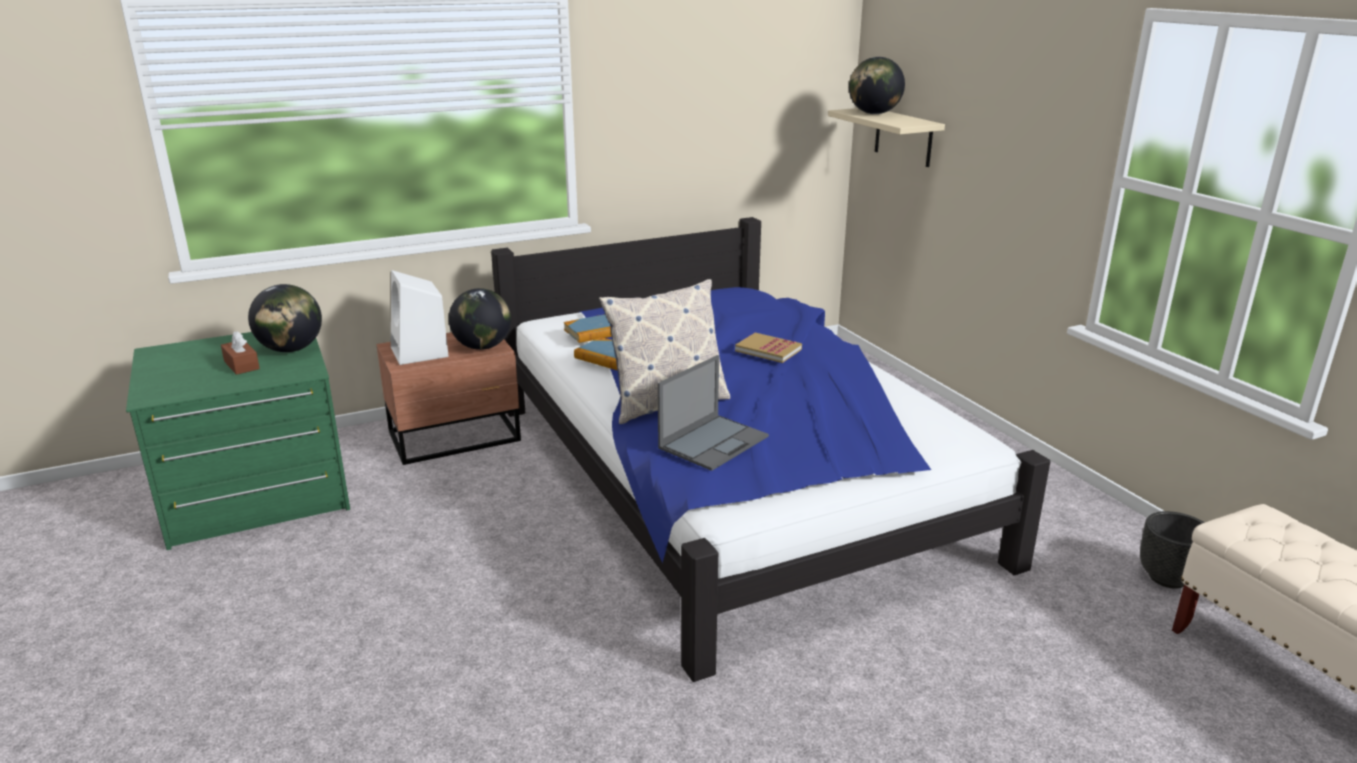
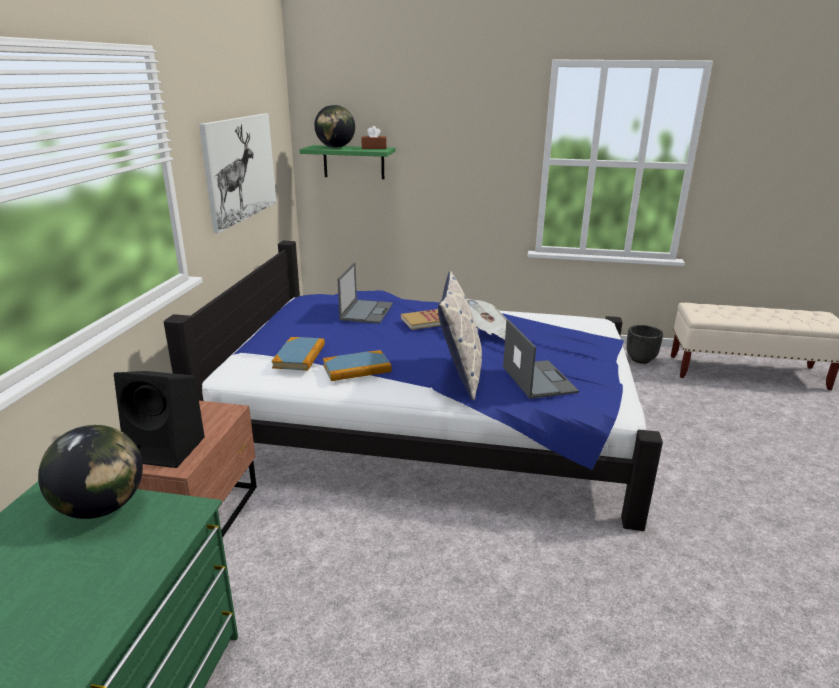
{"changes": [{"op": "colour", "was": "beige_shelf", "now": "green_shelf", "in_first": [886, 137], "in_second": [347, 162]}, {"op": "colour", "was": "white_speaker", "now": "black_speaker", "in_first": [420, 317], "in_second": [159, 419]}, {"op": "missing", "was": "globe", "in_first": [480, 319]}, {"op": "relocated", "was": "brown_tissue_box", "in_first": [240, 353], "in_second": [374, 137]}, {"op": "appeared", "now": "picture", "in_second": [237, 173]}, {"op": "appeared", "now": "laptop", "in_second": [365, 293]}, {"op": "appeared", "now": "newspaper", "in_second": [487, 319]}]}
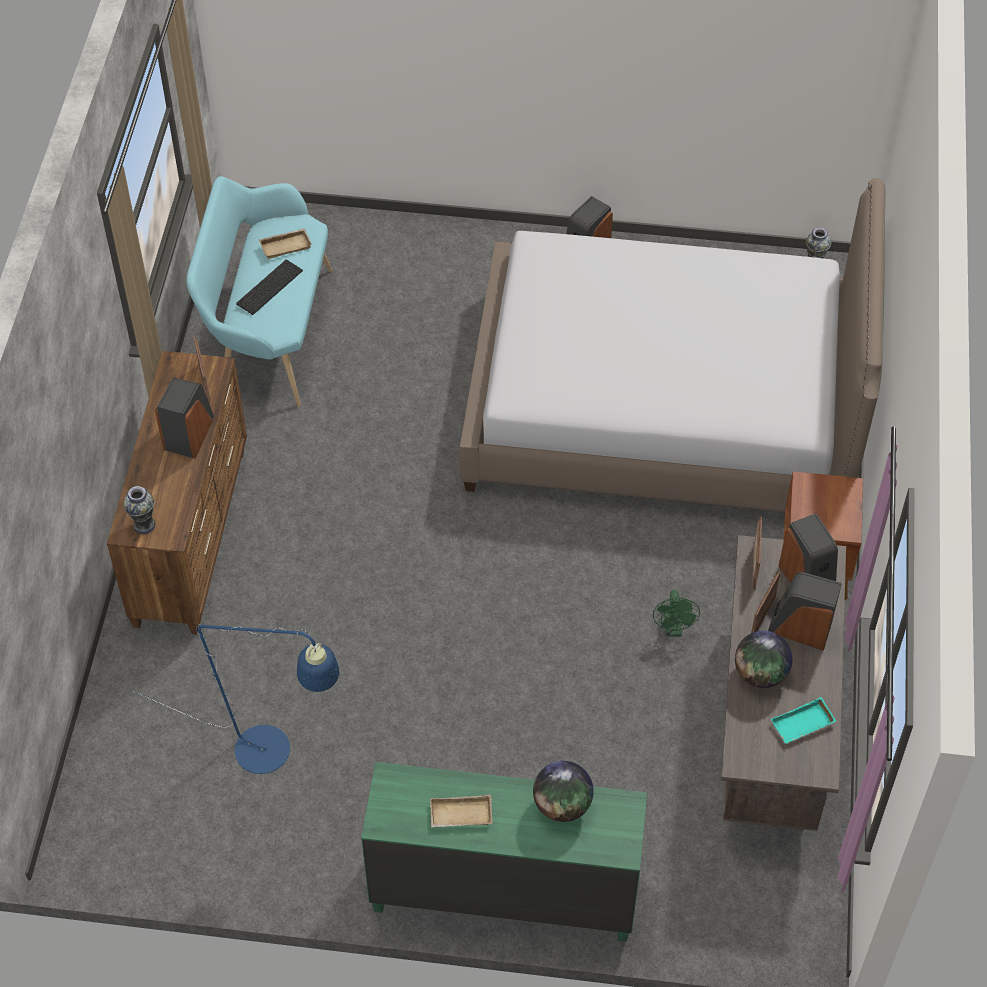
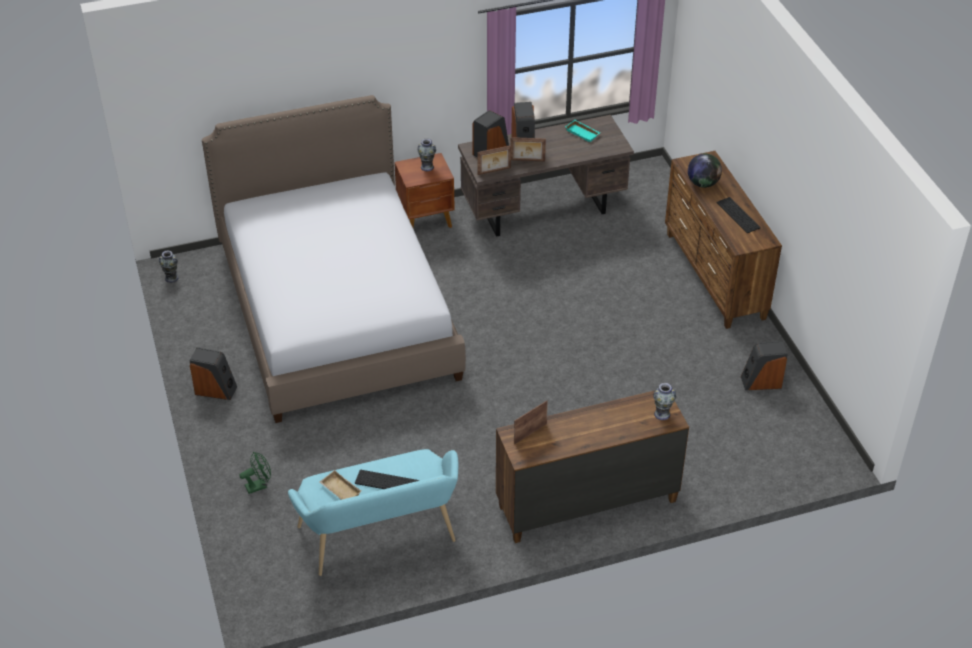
{"changes": [{"op": "relocated", "was": "speaker", "in_first": [184, 418], "in_second": [764, 365]}, {"op": "relocated", "was": "green_fan", "in_first": [676, 613], "in_second": [255, 472]}, {"op": "missing", "was": "blue_floor_lamp", "in_first": [235, 699]}, {"op": "missing", "was": "globe", "in_first": [763, 659]}, {"op": "colour", "was": "green_dresser", "now": "brown_dresser", "in_first": [504, 851], "in_second": [723, 240]}, {"op": "exchanged", "was": "beige_tray", "now": "keyboard", "in_first": [461, 811], "in_second": [739, 215]}, {"op": "appeared", "now": "vase", "in_second": [427, 155]}]}
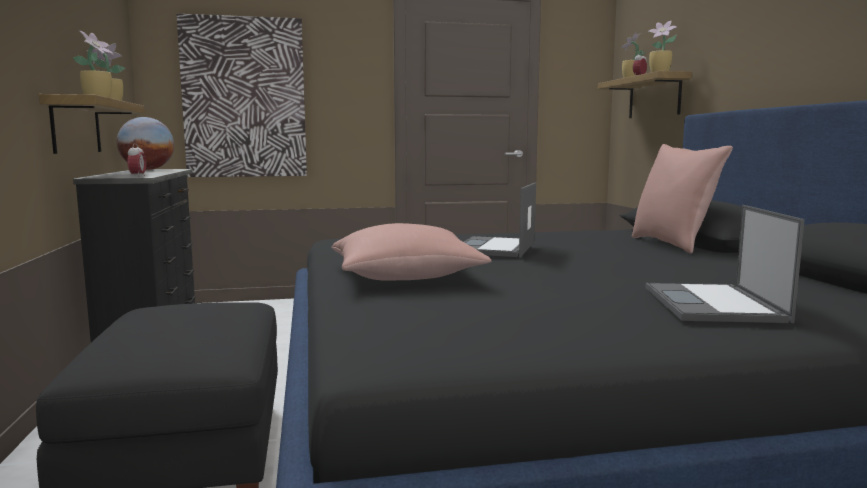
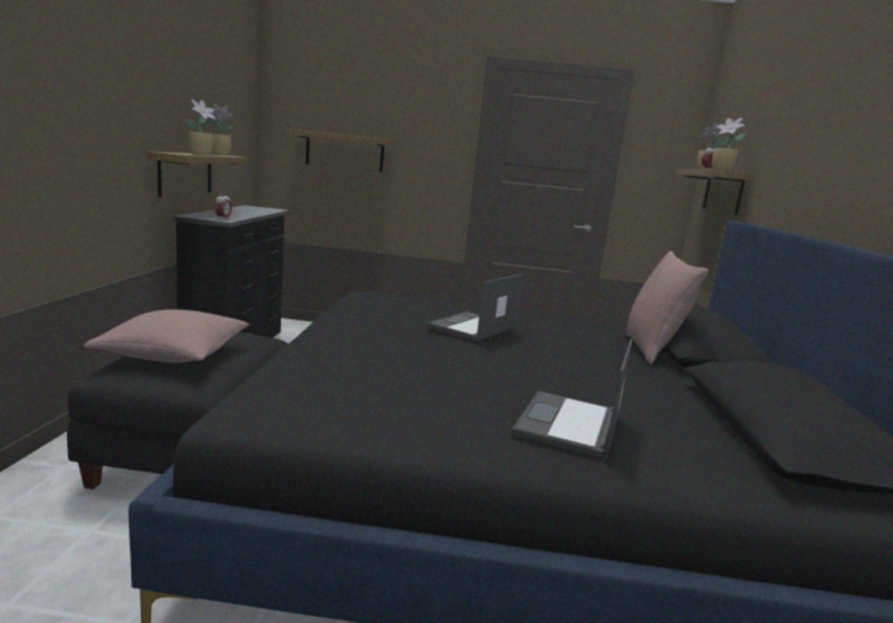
{"changes": [{"op": "exchanged", "was": "picture", "now": "shelf", "in_first": [241, 95], "in_second": [341, 150]}, {"op": "missing", "was": "globe", "in_first": [145, 143]}, {"op": "relocated", "was": "pink_pillow", "in_first": [411, 252], "in_second": [167, 336]}]}
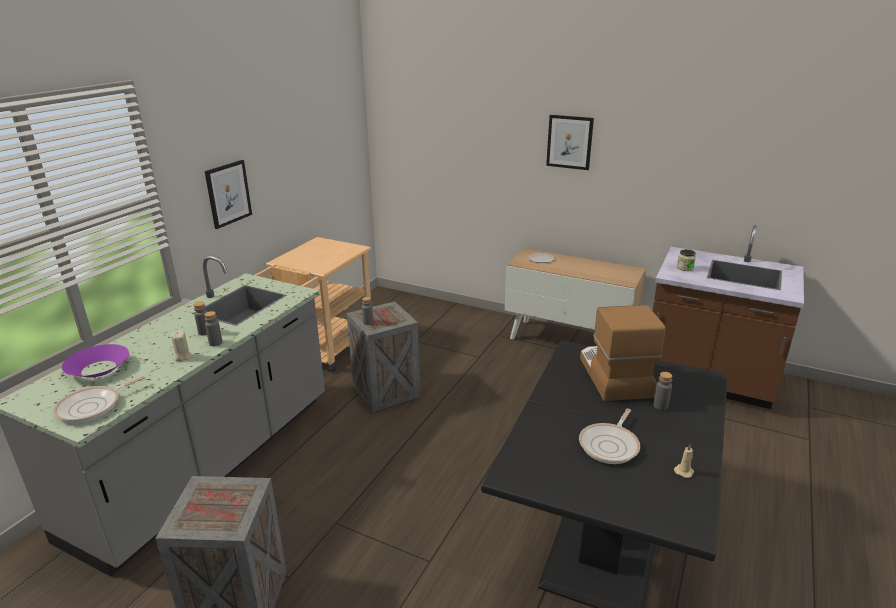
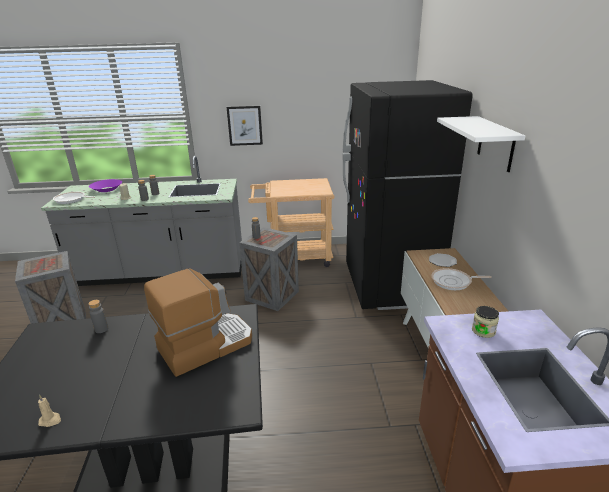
{"changes": [{"op": "exchanged", "was": "picture", "now": "white_shelf", "in_first": [570, 142], "in_second": [481, 144]}, {"op": "relocated", "was": "grey_bottle", "in_first": [662, 391], "in_second": [98, 316]}, {"op": "relocated", "was": "frying_pan", "in_first": [609, 436], "in_second": [461, 279]}, {"op": "appeared", "now": "black_fridge", "in_second": [407, 195]}]}
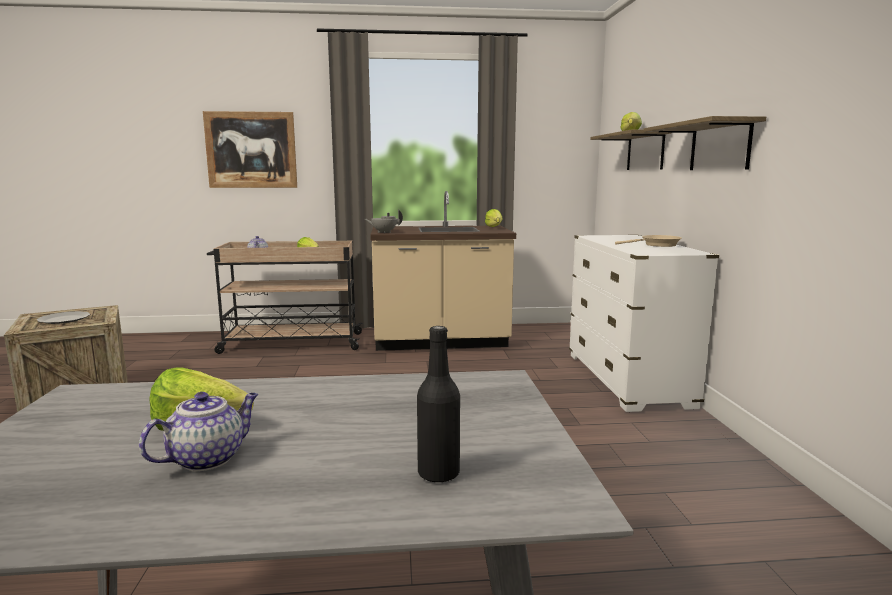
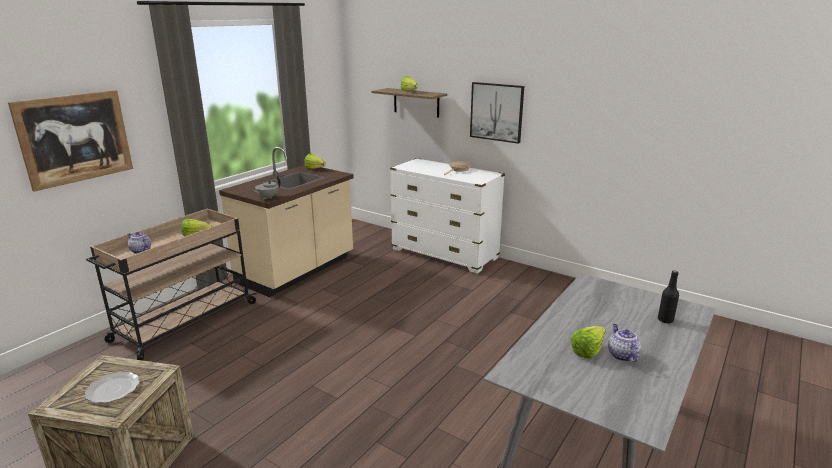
{"changes": [{"op": "exchanged", "was": "shelf", "now": "picture", "in_first": [704, 143], "in_second": [497, 113]}]}
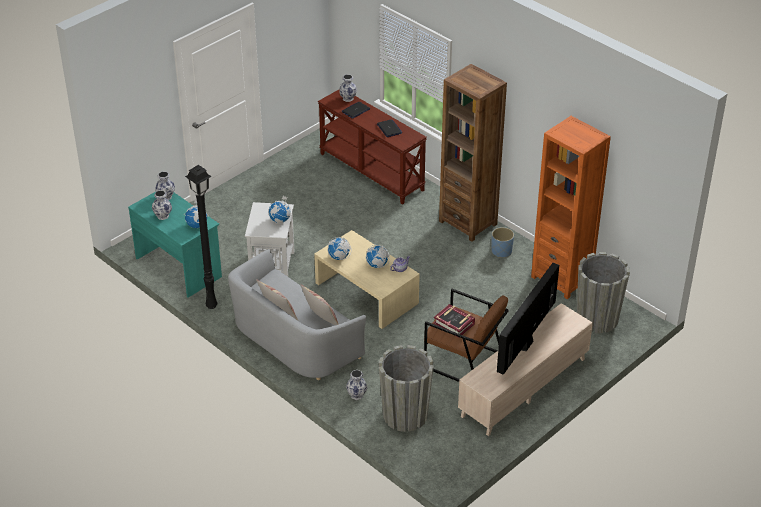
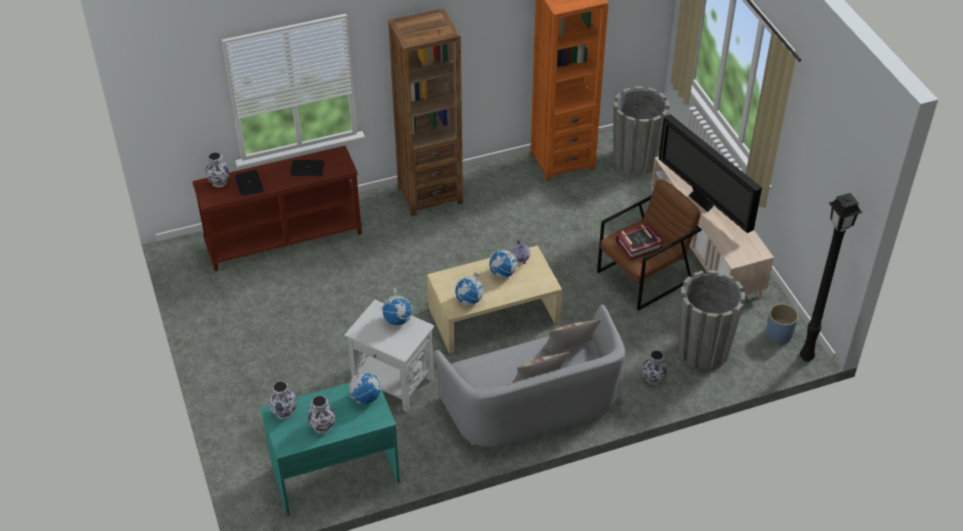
{"changes": [{"op": "relocated", "was": "black_floor_lamp", "in_first": [201, 237], "in_second": [831, 277]}, {"op": "relocated", "was": "blue_planter", "in_first": [503, 242], "in_second": [782, 323]}]}
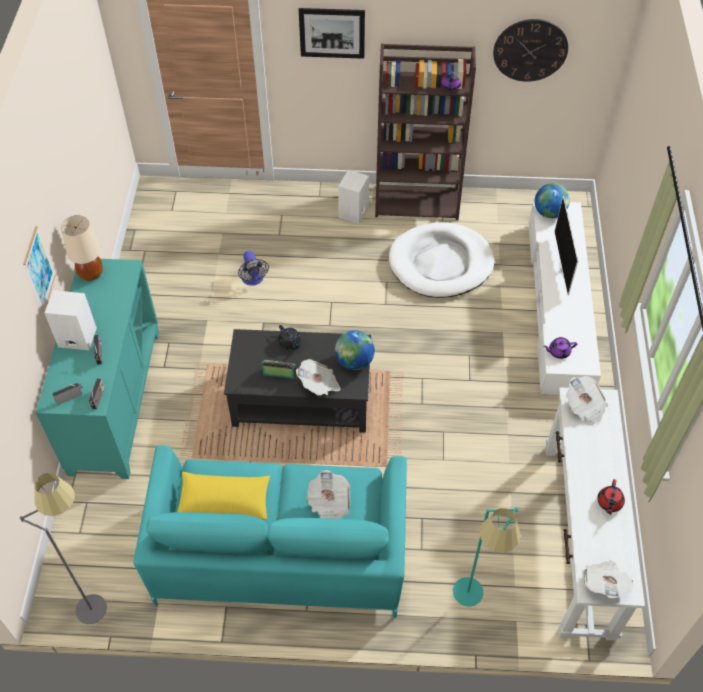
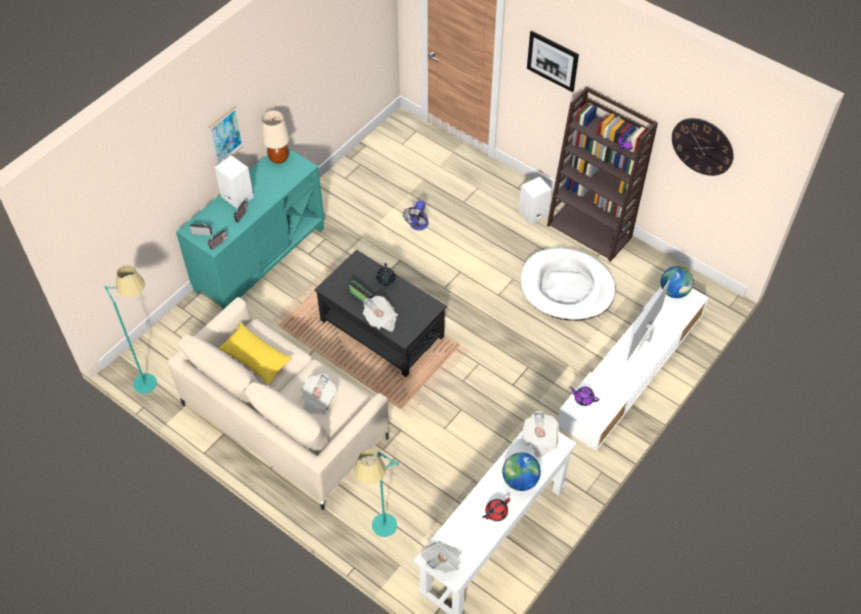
{"changes": [{"op": "relocated", "was": "globe", "in_first": [355, 350], "in_second": [521, 471]}, {"op": "colour", "was": "turquoise_sofa", "now": "beige_sofa", "in_first": [270, 531], "in_second": [278, 403]}, {"op": "colour", "was": "grey_floor_lamp", "now": "turquoise_floor_lamp", "in_first": [63, 548], "in_second": [131, 329]}]}
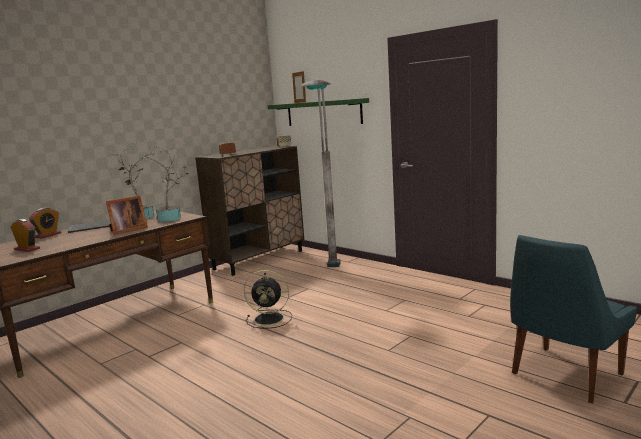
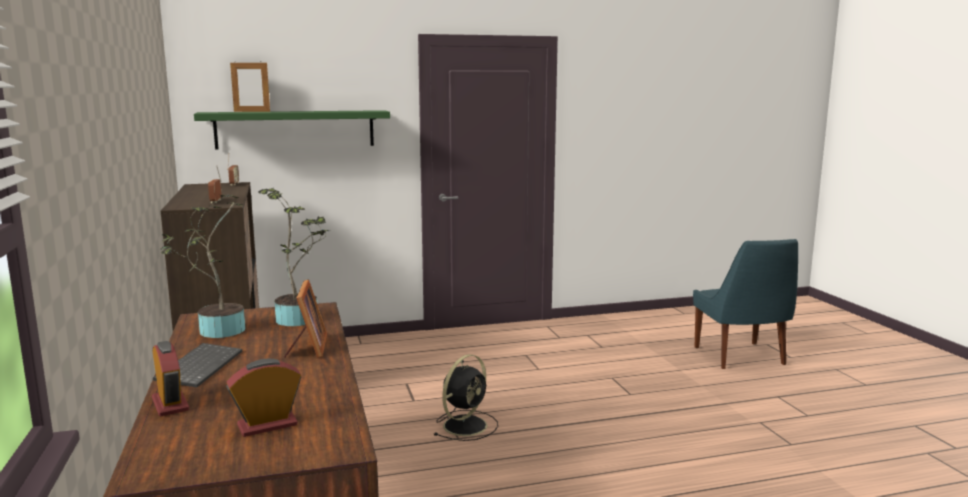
{"changes": [{"op": "missing", "was": "grey_floor_lamp", "in_first": [321, 173]}]}
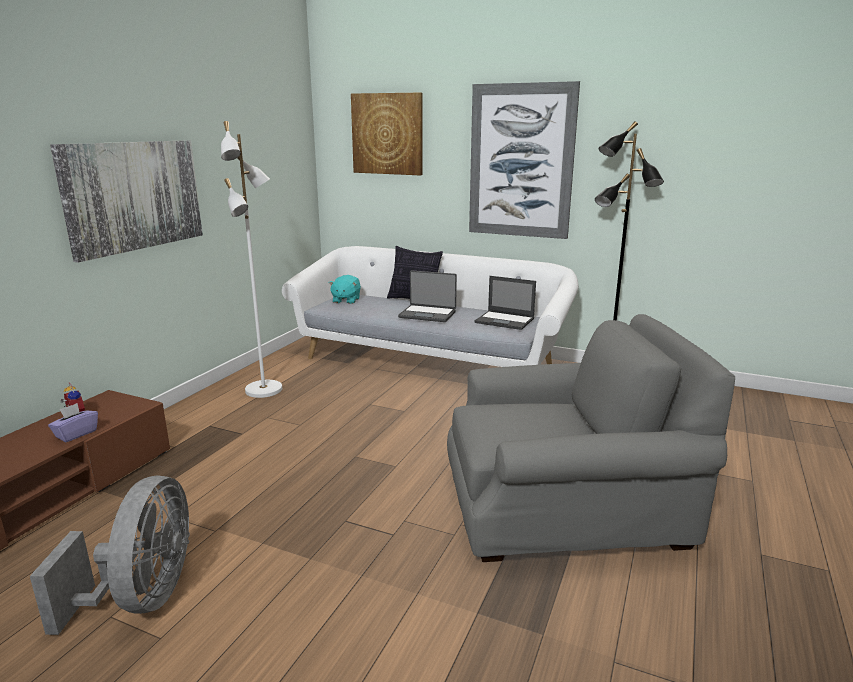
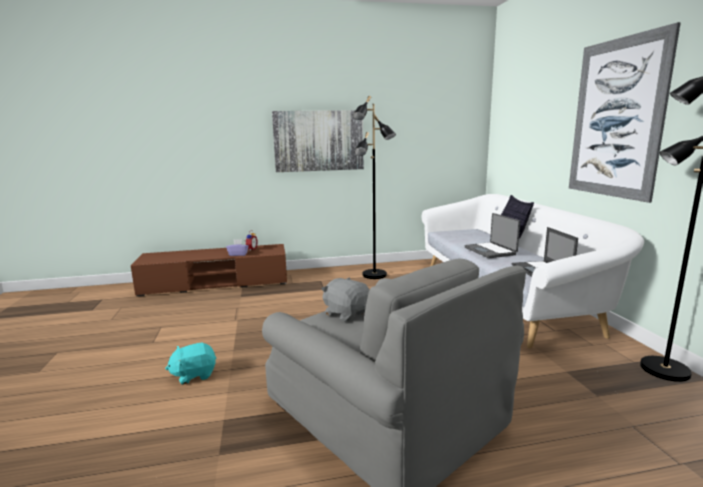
{"changes": [{"op": "missing", "was": "picture", "in_first": [387, 134]}, {"op": "colour", "was": "white_floor_lamp", "now": "black_floor_lamp", "in_first": [251, 259], "in_second": [374, 187]}, {"op": "relocated", "was": "turquoise_plush_toy", "in_first": [345, 289], "in_second": [191, 363]}, {"op": "missing", "was": "grey_fan", "in_first": [110, 555]}, {"op": "appeared", "now": "grey_plush_toy", "in_second": [345, 299]}]}
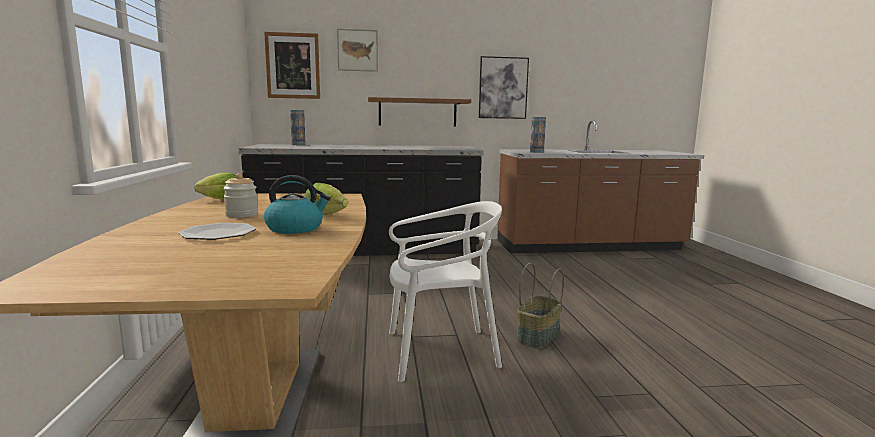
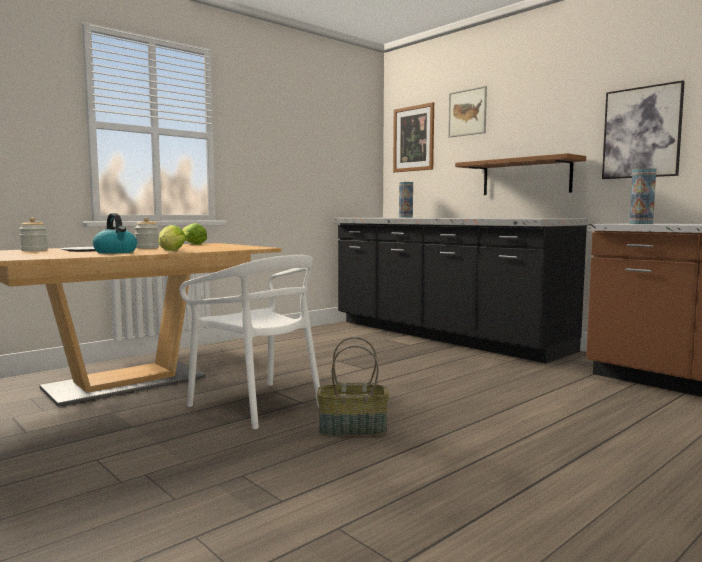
{"changes": [{"op": "appeared", "now": "jar", "in_second": [33, 234]}]}
